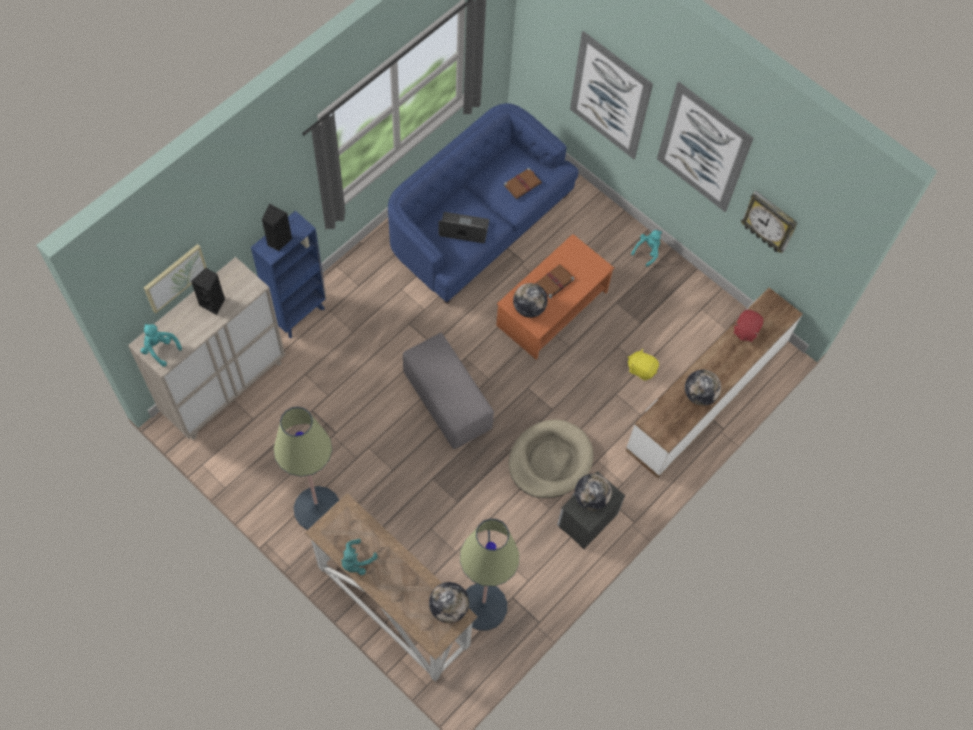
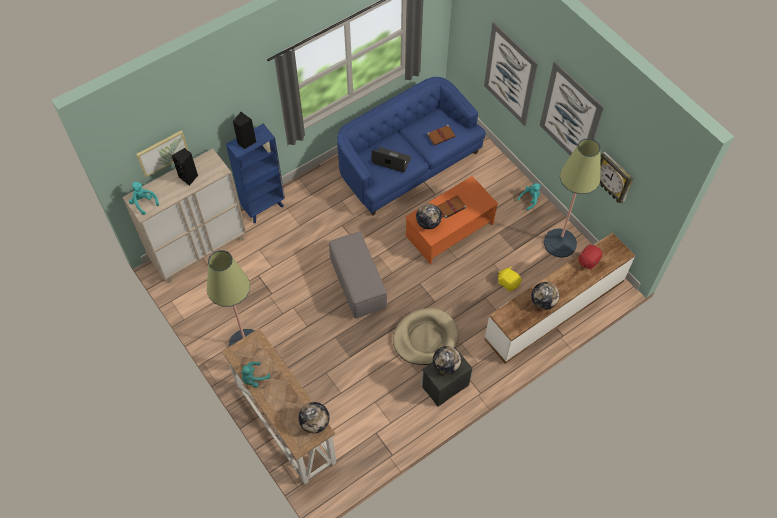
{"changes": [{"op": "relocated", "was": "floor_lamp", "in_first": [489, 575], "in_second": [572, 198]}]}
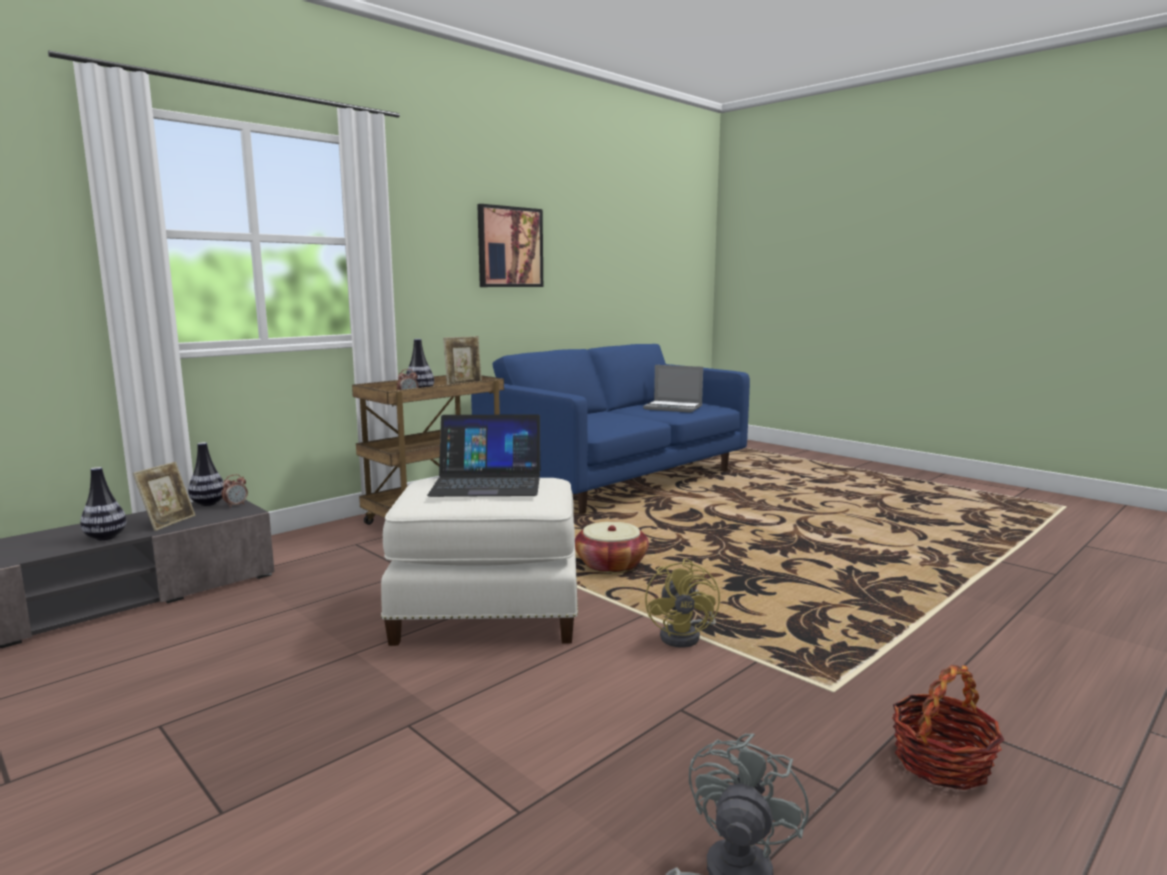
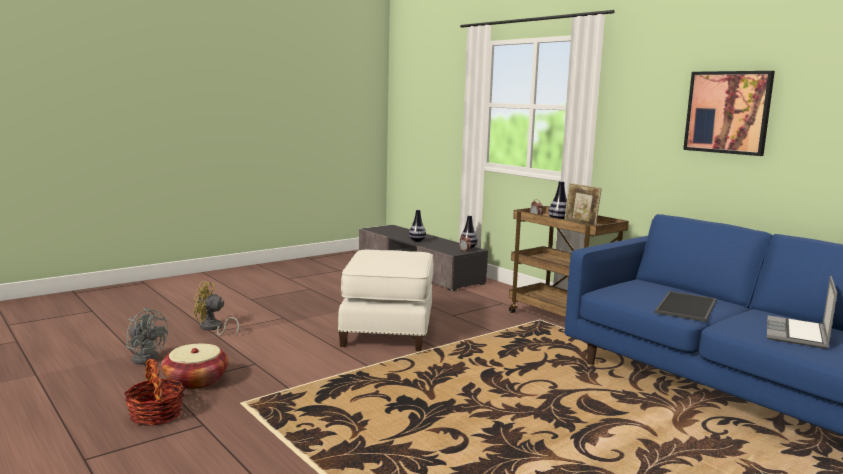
{"changes": [{"op": "missing", "was": "laptop", "in_first": [483, 455]}, {"op": "missing", "was": "picture_frame", "in_first": [164, 496]}, {"op": "relocated", "was": "basket", "in_first": [612, 547], "in_second": [195, 367]}, {"op": "relocated", "was": "yellow_fan", "in_first": [682, 603], "in_second": [216, 308]}, {"op": "appeared", "now": "tray", "in_second": [686, 306]}]}
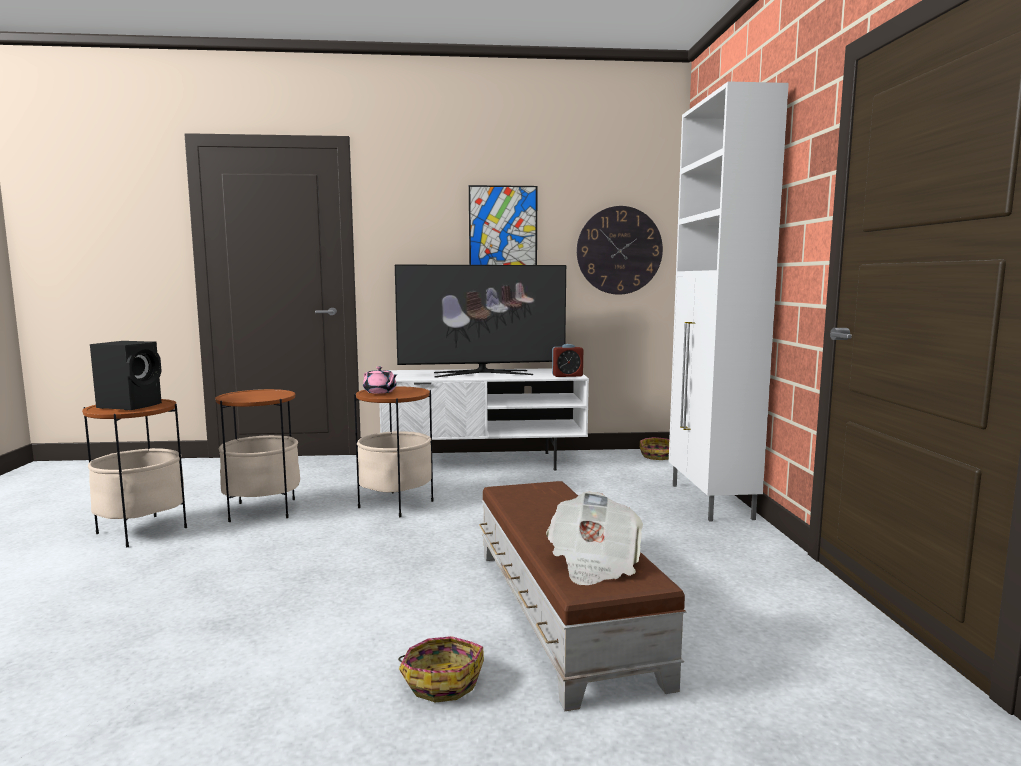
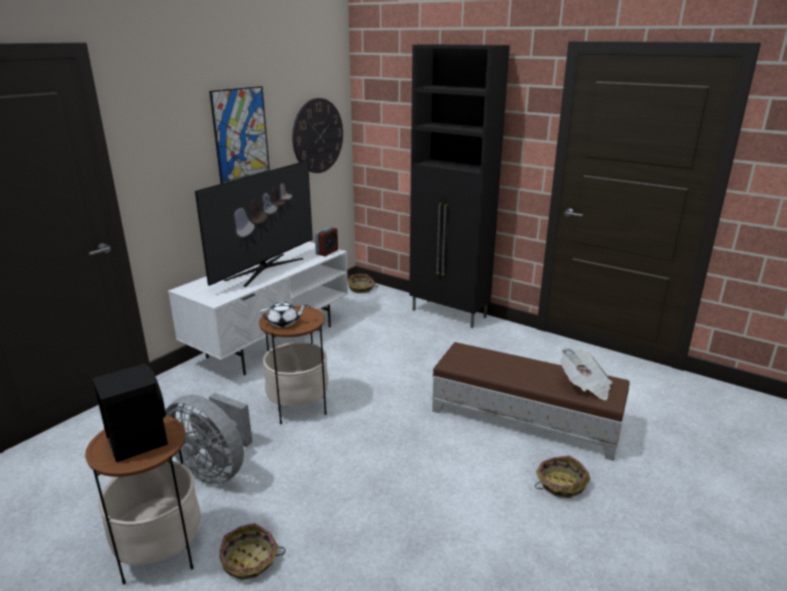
{"changes": [{"op": "colour", "was": "white_cabinet", "now": "black_cabinet", "in_first": [729, 301], "in_second": [459, 186]}, {"op": "colour", "was": "pink_teapot", "now": "white_teapot", "in_first": [380, 380], "in_second": [283, 314]}, {"op": "exchanged", "was": "side_table", "now": "grey_fan", "in_first": [257, 455], "in_second": [208, 438]}, {"op": "appeared", "now": "basket", "in_second": [252, 551]}]}
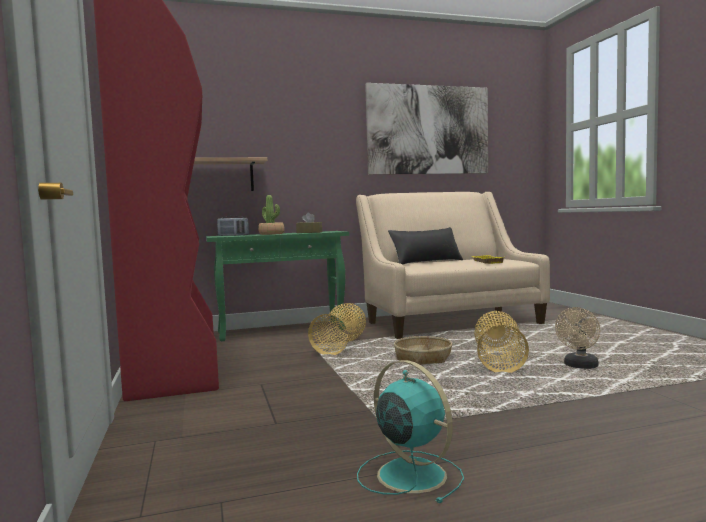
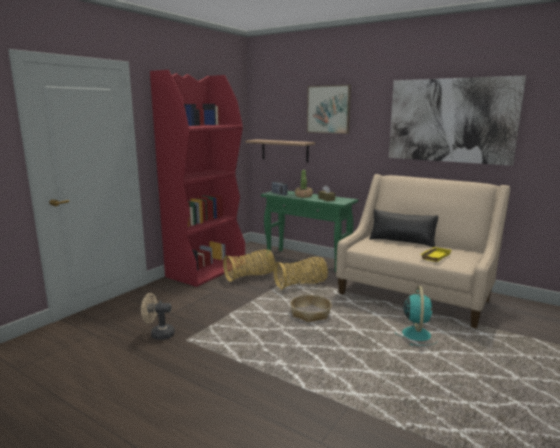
{"changes": [{"op": "relocated", "was": "beige_fan", "in_first": [577, 338], "in_second": [158, 316]}, {"op": "relocated", "was": "basket", "in_first": [501, 342], "in_second": [249, 265]}, {"op": "relocated", "was": "turquoise_fan", "in_first": [410, 431], "in_second": [416, 316]}, {"op": "appeared", "now": "picture", "in_second": [329, 109]}]}
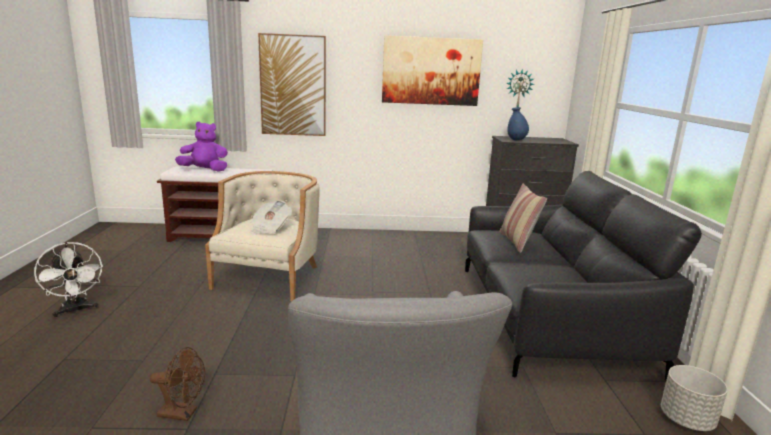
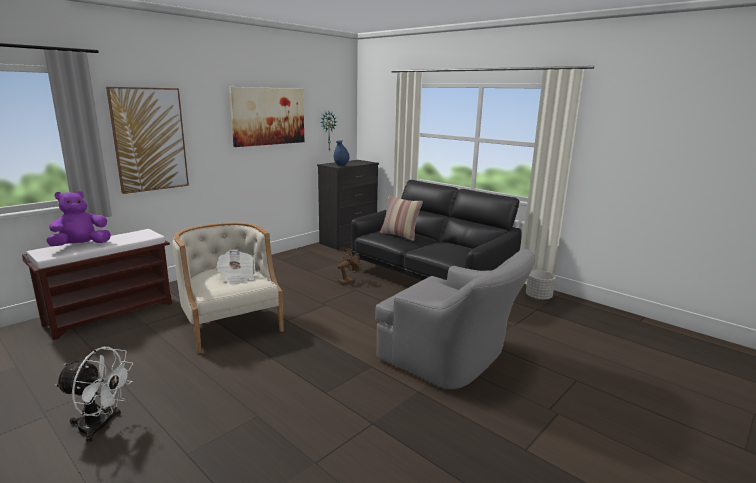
{"changes": [{"op": "relocated", "was": "brown_fan", "in_first": [177, 384], "in_second": [349, 266]}]}
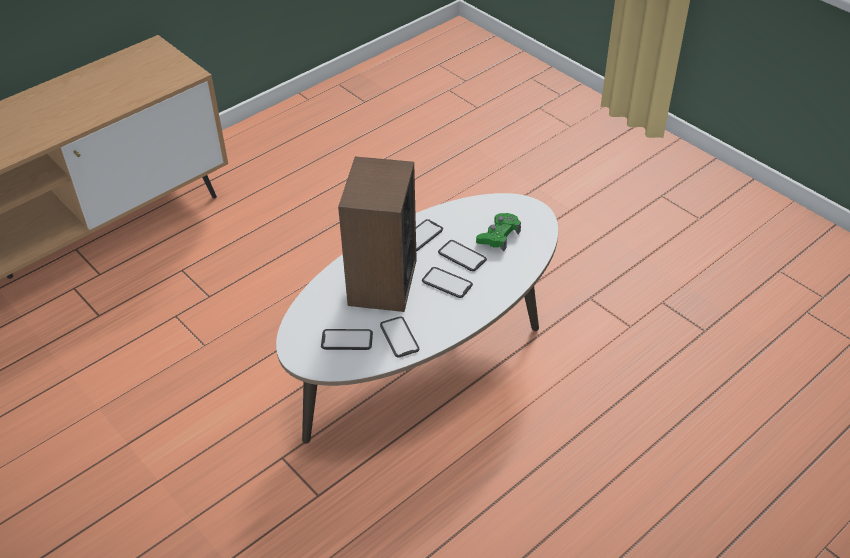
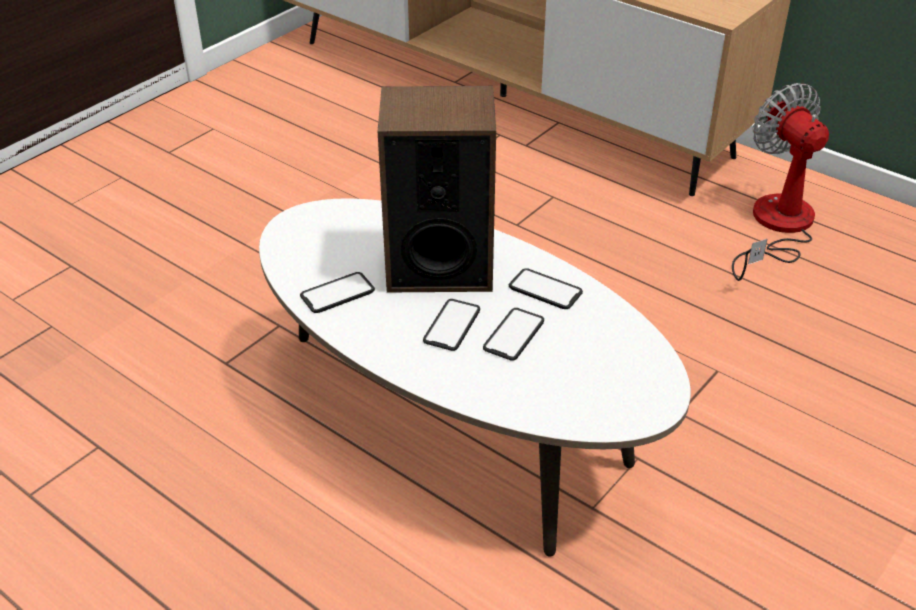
{"changes": [{"op": "missing", "was": "green_game_controller", "in_first": [498, 232]}, {"op": "missing", "was": "phone", "in_first": [347, 339]}, {"op": "appeared", "now": "fan", "in_second": [780, 182]}]}
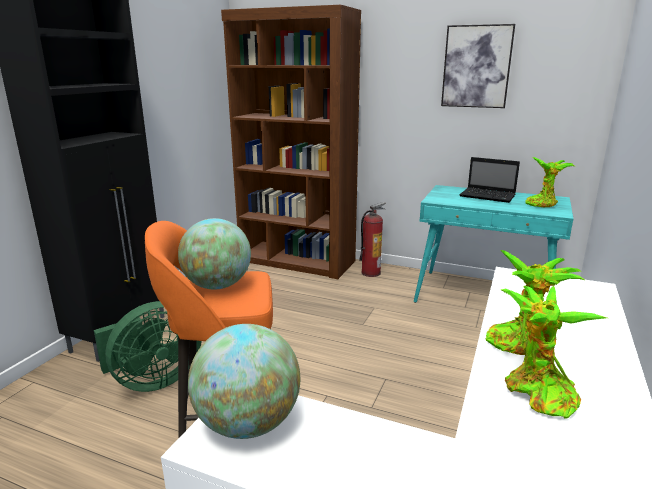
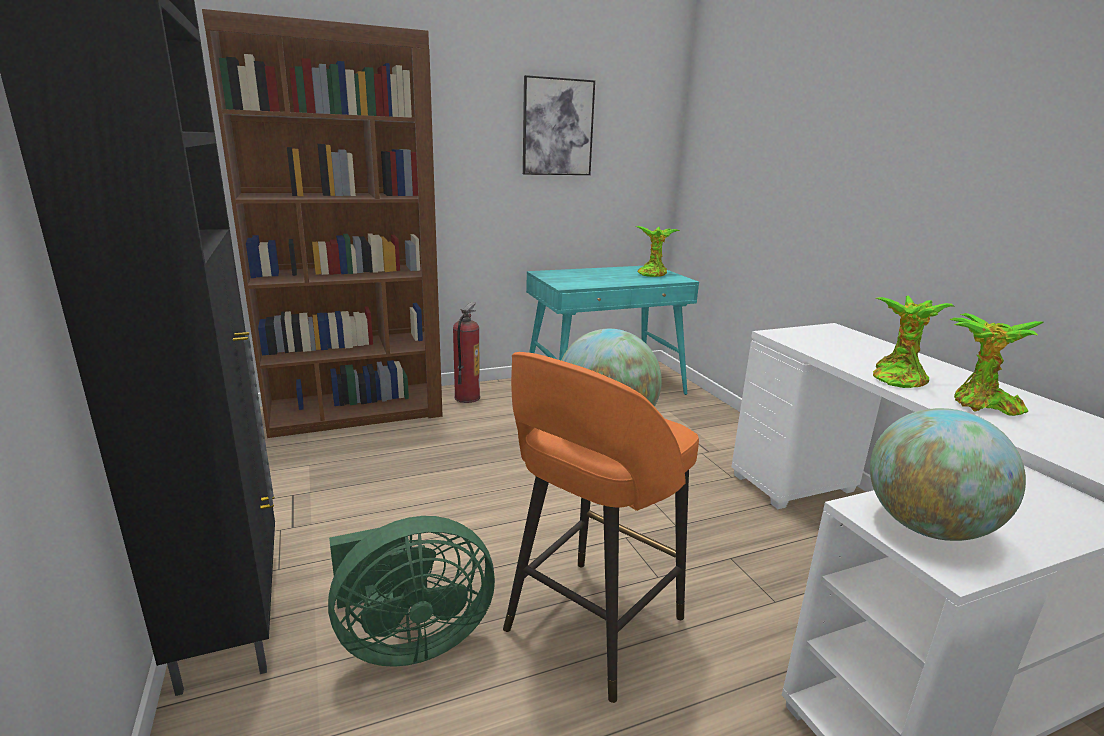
{"changes": [{"op": "missing", "was": "laptop", "in_first": [490, 180]}, {"op": "spun", "was": "green_fan", "in_first": [148, 346], "in_second": [411, 591], "clockwise": 60}]}
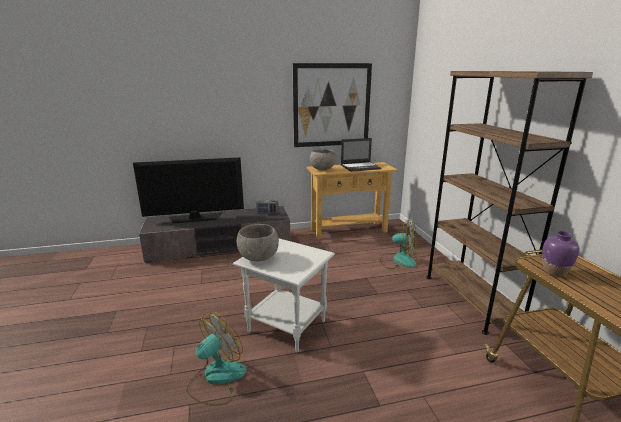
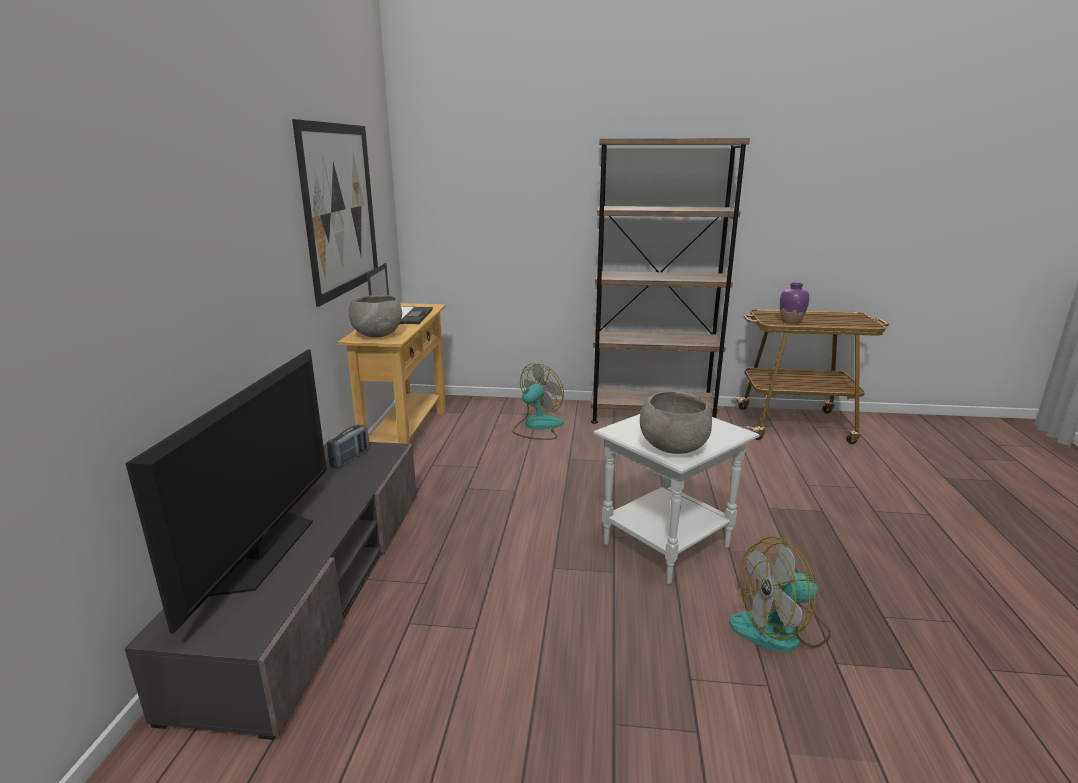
{"changes": [{"op": "spun", "was": "fan", "in_first": [216, 359], "in_second": [780, 594], "clockwise": -75}]}
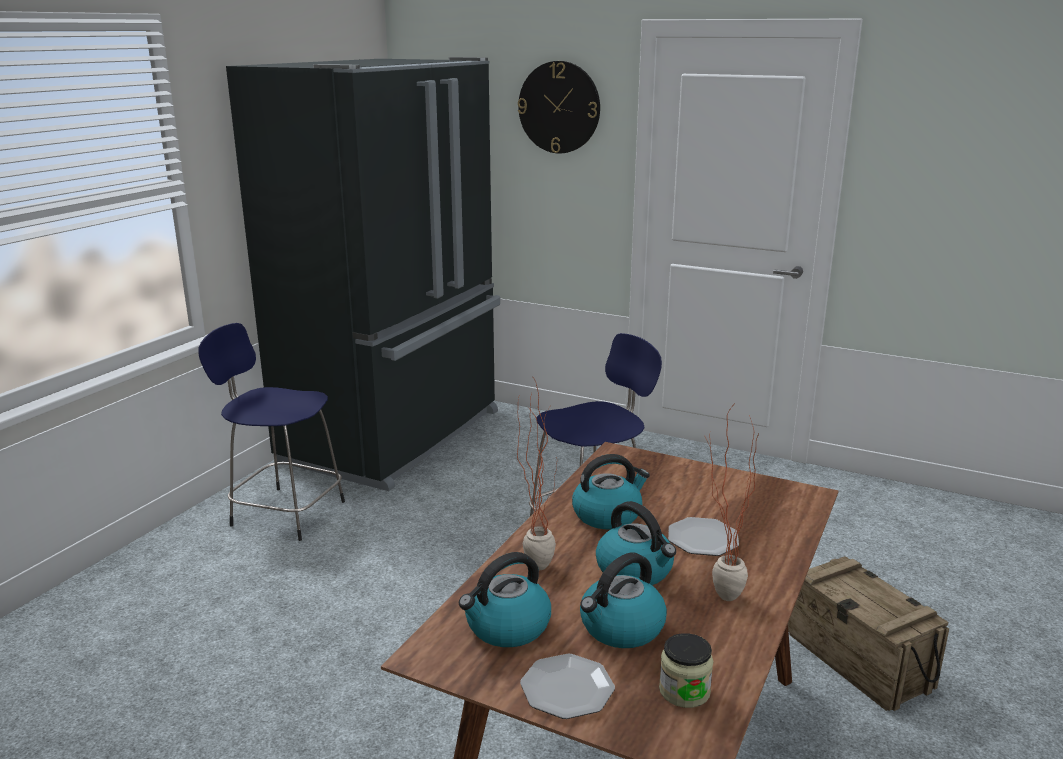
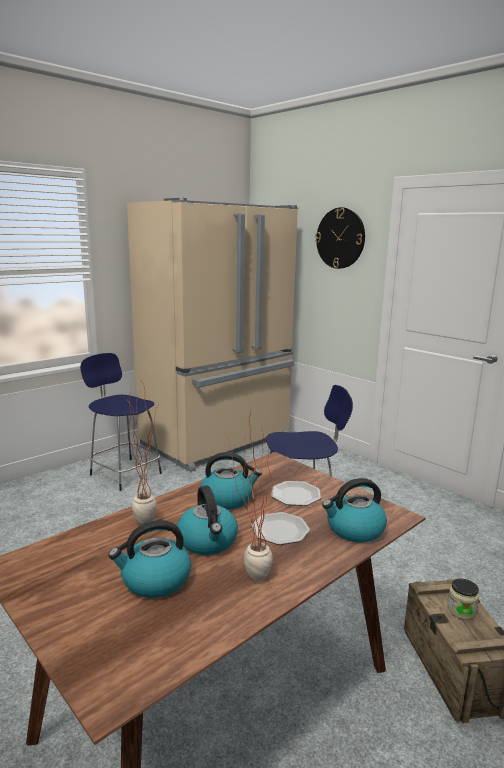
{"changes": [{"op": "colour", "was": "black_fridge", "now": "beige_fridge", "in_first": [363, 274], "in_second": [212, 335]}, {"op": "relocated", "was": "kettle", "in_first": [505, 599], "in_second": [354, 510]}, {"op": "relocated", "was": "jar", "in_first": [686, 670], "in_second": [463, 599]}, {"op": "relocated", "was": "plate", "in_first": [567, 686], "in_second": [296, 493]}]}
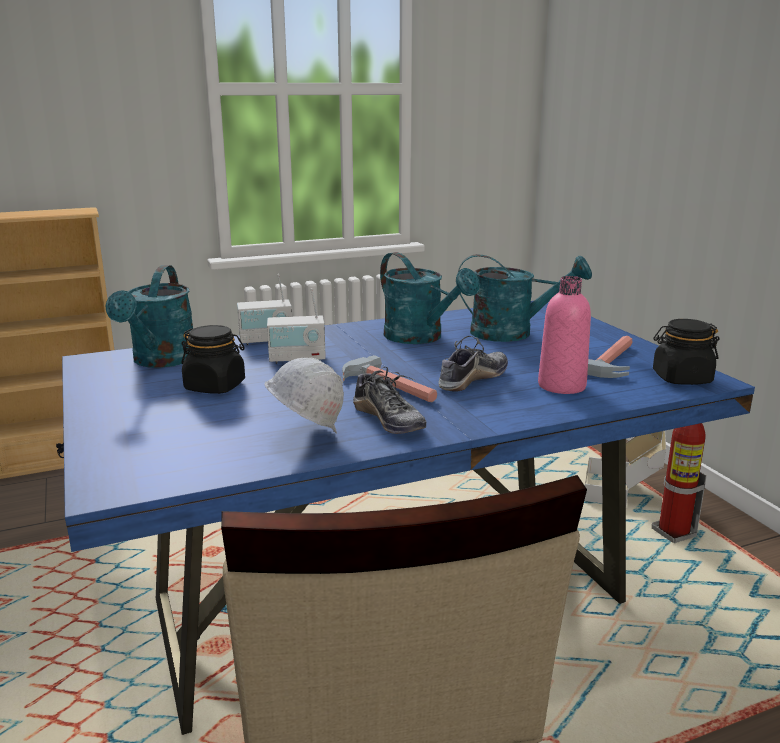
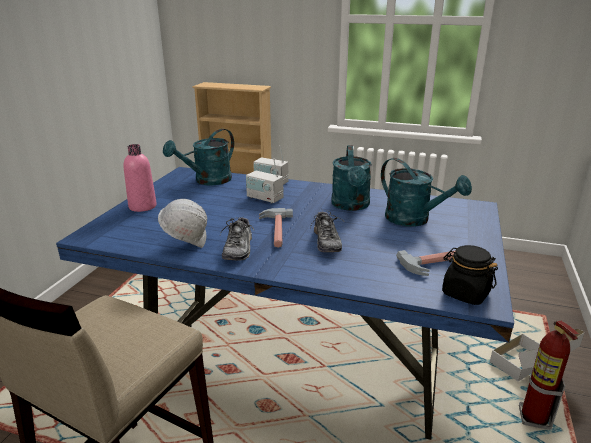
{"changes": [{"op": "relocated", "was": "pink_bottle", "in_first": [564, 335], "in_second": [140, 178]}, {"op": "missing", "was": "black_jar", "in_first": [213, 359]}, {"op": "spun", "was": "shoe", "in_first": [473, 363], "in_second": [327, 230], "clockwise": 90}]}
